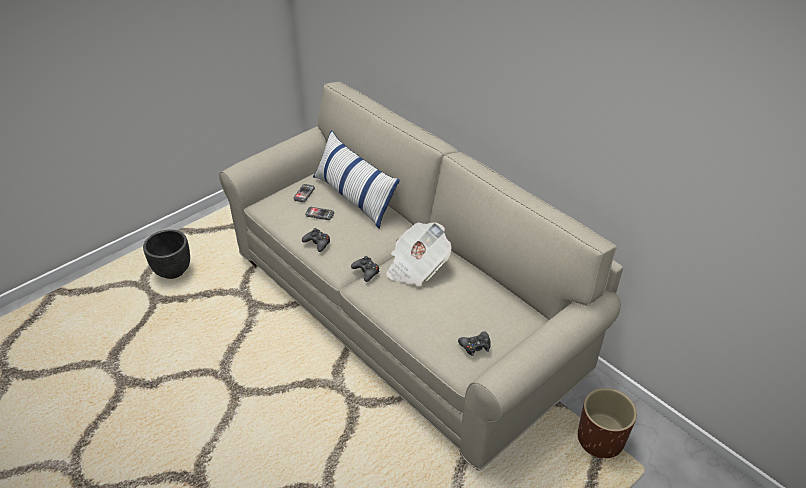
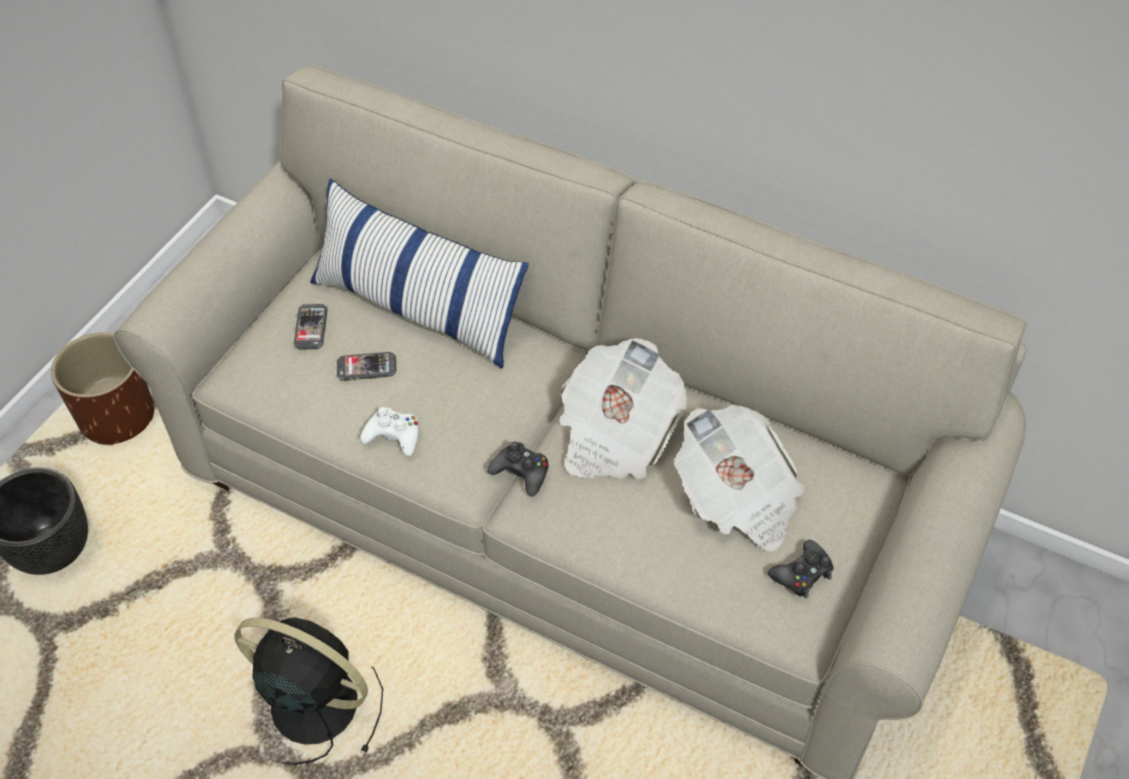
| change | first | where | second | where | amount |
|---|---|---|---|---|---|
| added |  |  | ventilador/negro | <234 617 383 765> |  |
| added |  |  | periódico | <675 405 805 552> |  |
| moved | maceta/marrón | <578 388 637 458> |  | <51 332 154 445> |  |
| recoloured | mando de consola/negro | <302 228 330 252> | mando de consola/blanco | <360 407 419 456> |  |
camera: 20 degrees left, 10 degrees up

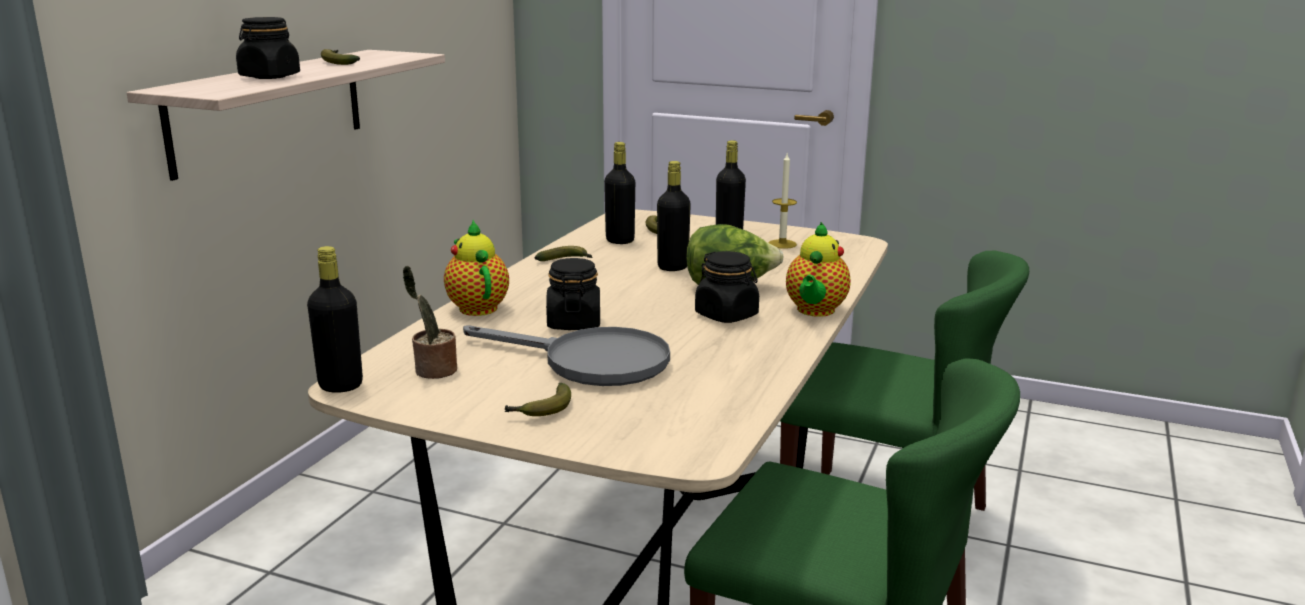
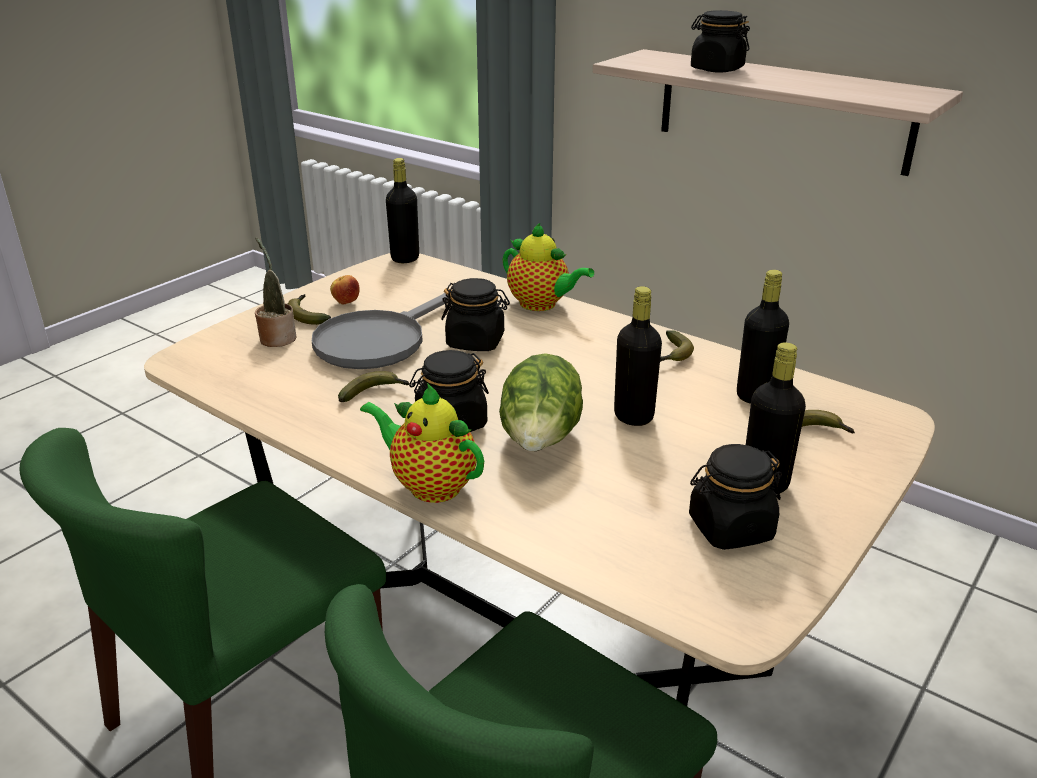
| change | first | where | second | where | amount |
|---|---|---|---|---|---|
| added |  |  | manzana | <330 275 360 304> |  |
| moved | plátano | <321 49 360 65> |  | <338 371 409 402> |  |
| moved | planta en maceta | <403 266 457 379> |  | <255 238 296 347> |  |
| replaced | vela | <768 154 797 249> | tarro/negro | <689 444 782 550> |  |
| turned | tetera | <444 220 509 316> |  | <503 223 594 311> | 45 degrees clockwise |
camera: 105 degrees right, 10 degrees up

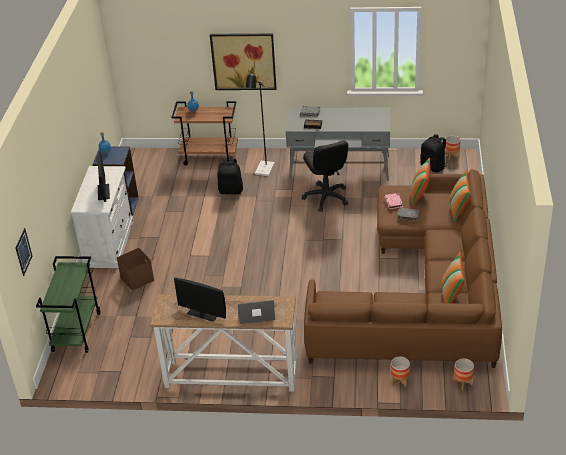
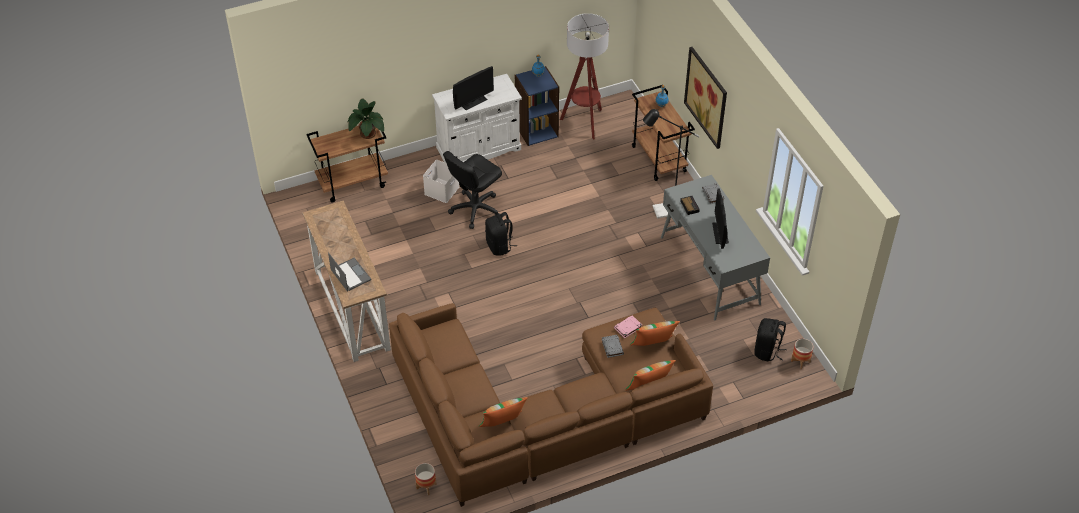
| change | first | where | second | where | amount |
|---|---|---|---|---|---|
| removed | cuadro | <15 228 32 276> |  |  |  |
| removed | maceta | <391 357 410 387> |  |  |  |
| added |  |  | planta en maceta | <347 99 384 139> |  |
| added |  |  | lámpara de pie | <560 13 609 139> |  |
| moved | monitor | <174 277 226 322> |  | <712 189 729 249> |  |
| moved | mochila/negro | <217 158 243 194> |  | <485 212 517 256> |  |
| moved | silla de oficina/negro | <302 140 348 212> |  | <443 151 502 229> |  |
| recoloured | carrito/verde | <36 256 101 353> | carrito/marrón | <306 118 388 203> |  |
| recoloured | caja de almacenaje/marrón | <117 248 154 291> | caja de almacenaje/blanco | <423 160 459 203> |  |
camera: 60 degrees right, 10 degrees up

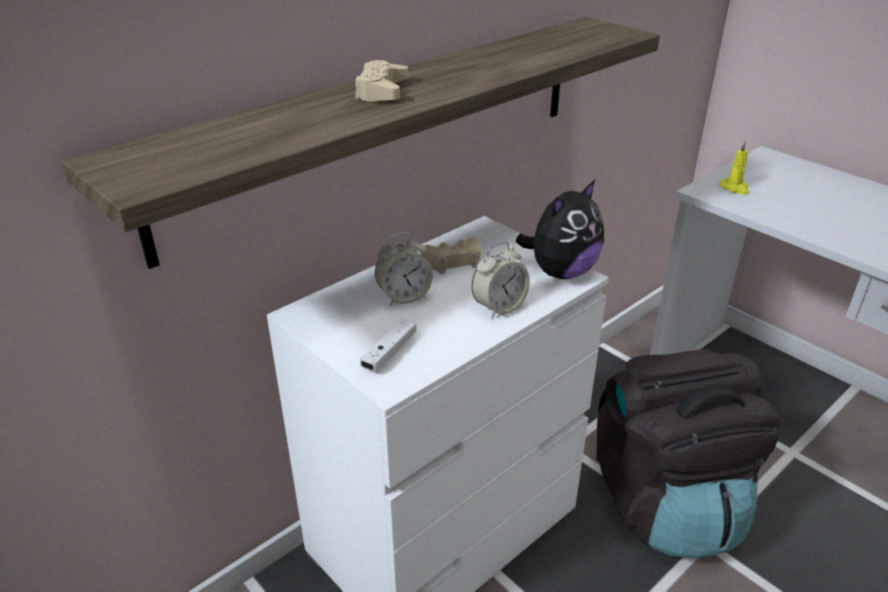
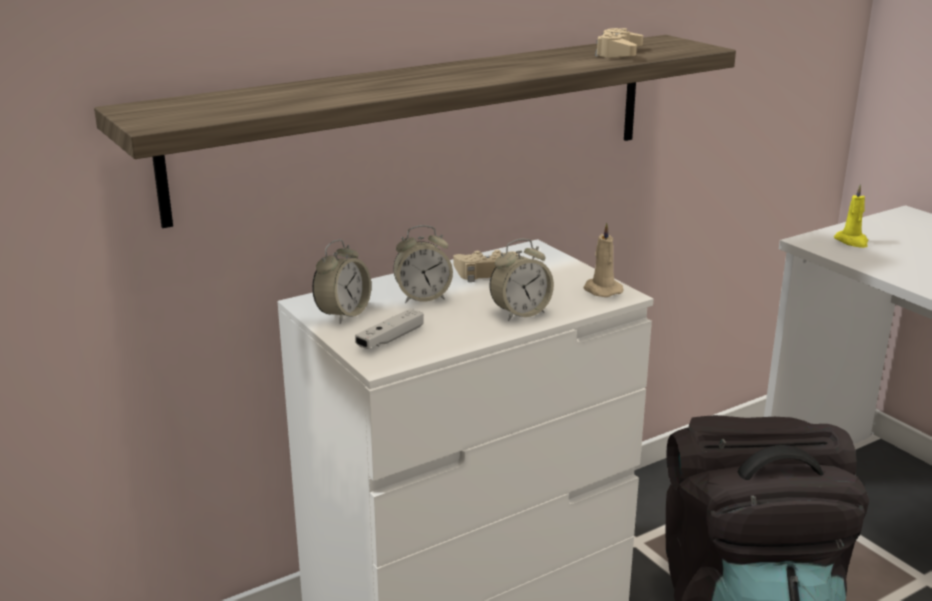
| change | first | where | second | where | amount |
|---|---|---|---|---|---|
| added |  |  | despertador | <312 240 371 324> |  |
| moved | mando de consola/beis | <355 60 408 101> |  | <595 28 643 58> |  |
| replaced | peluche | <516 180 604 279> | vela/beis | <583 223 624 297> |  |
camera: 10 degrees right, 10 degrees down

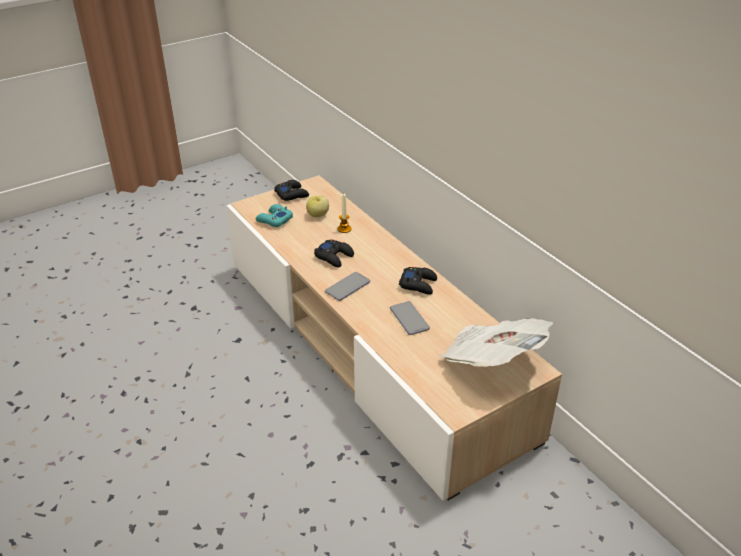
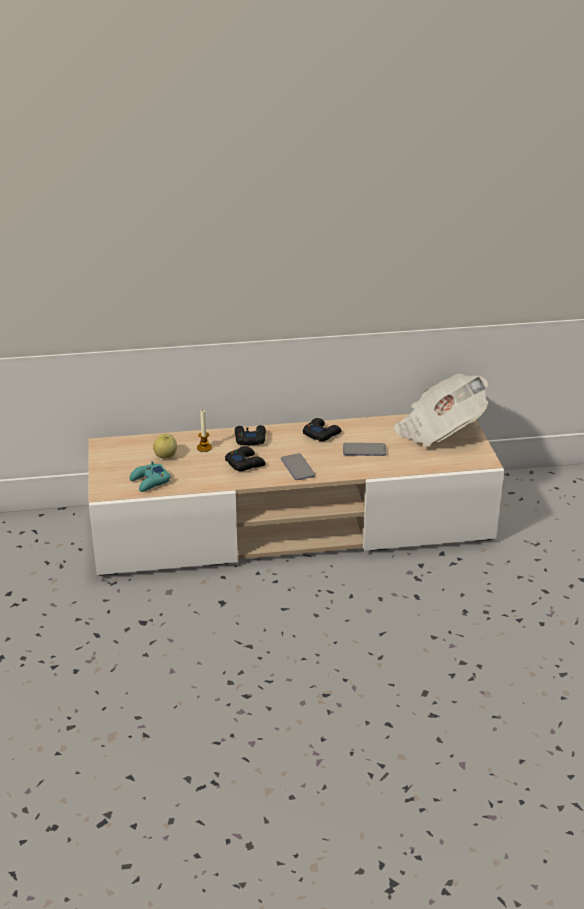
| change | first | where | second | where | amount |
|---|---|---|---|---|---|
| moved | mando de consola/negro | <274 180 309 201> |  | <235 425 266 446> |  |
camera: 65 degrees left, 5 degrees down

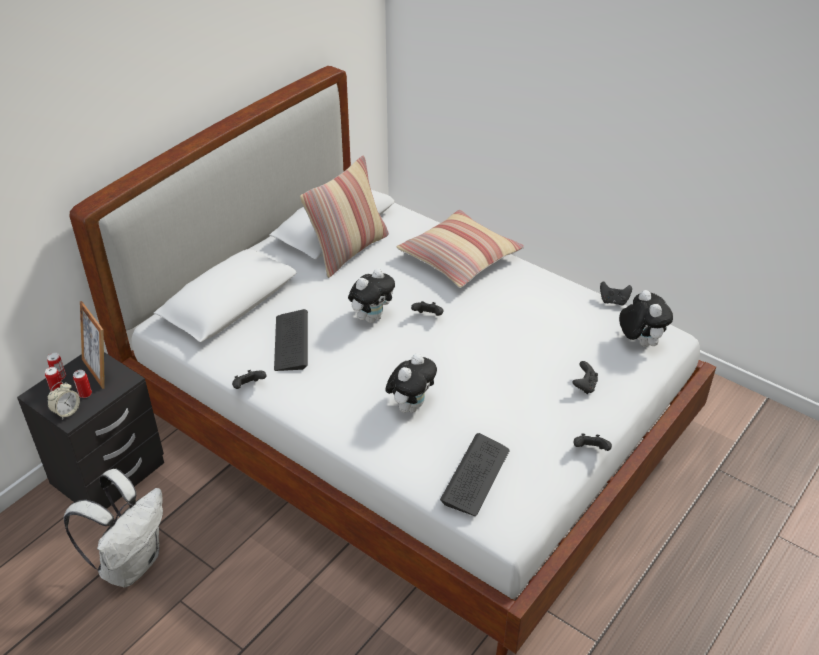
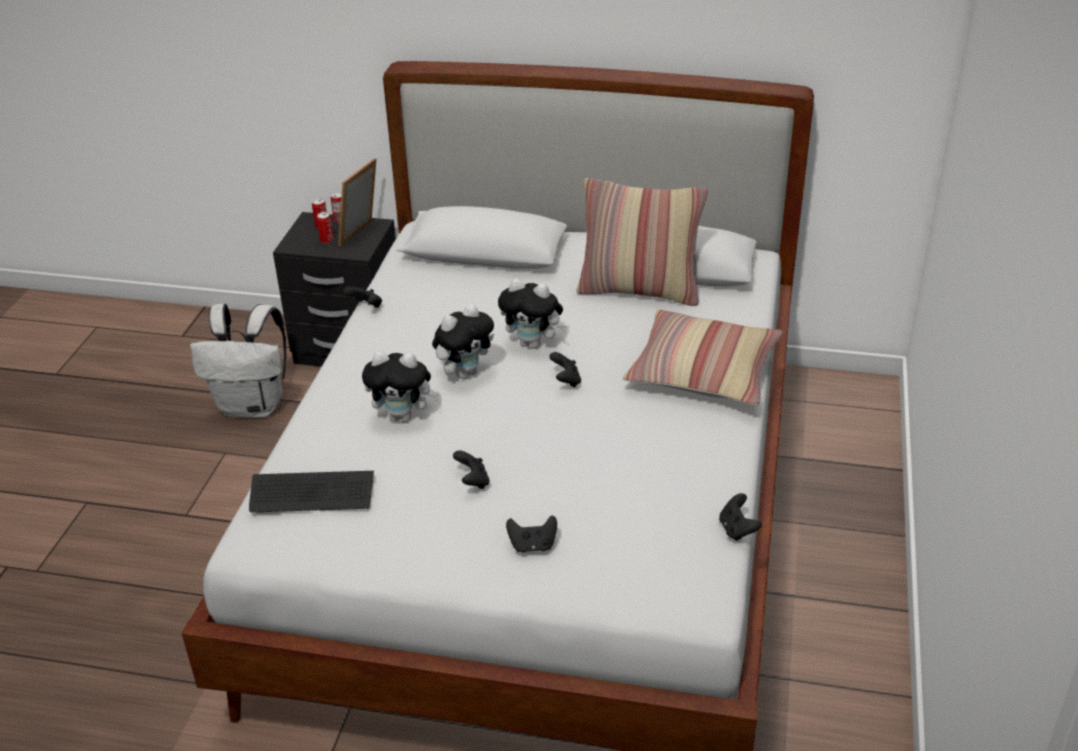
| change | first | where | second | where | amount |
|---|---|---|---|---|---|
| removed | despertador | <47 381 80 420> |  |  |  |
| removed | teclado | <274 309 308 371> |  |  |  |
| moved | mando de consola/negro | <574 434 612 451> |  | <453 450 490 489> |  |
| moved | peluche | <619 290 673 347> |  | <432 304 494 379> |  |
camera: 65 degrees right, 5 degrees down

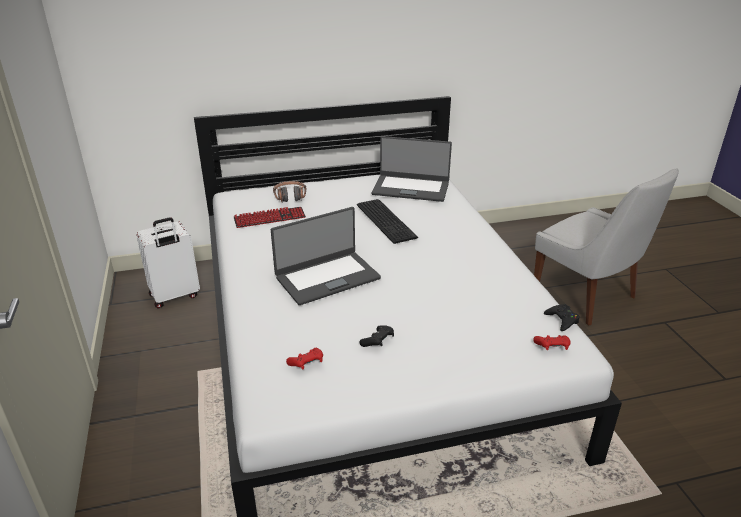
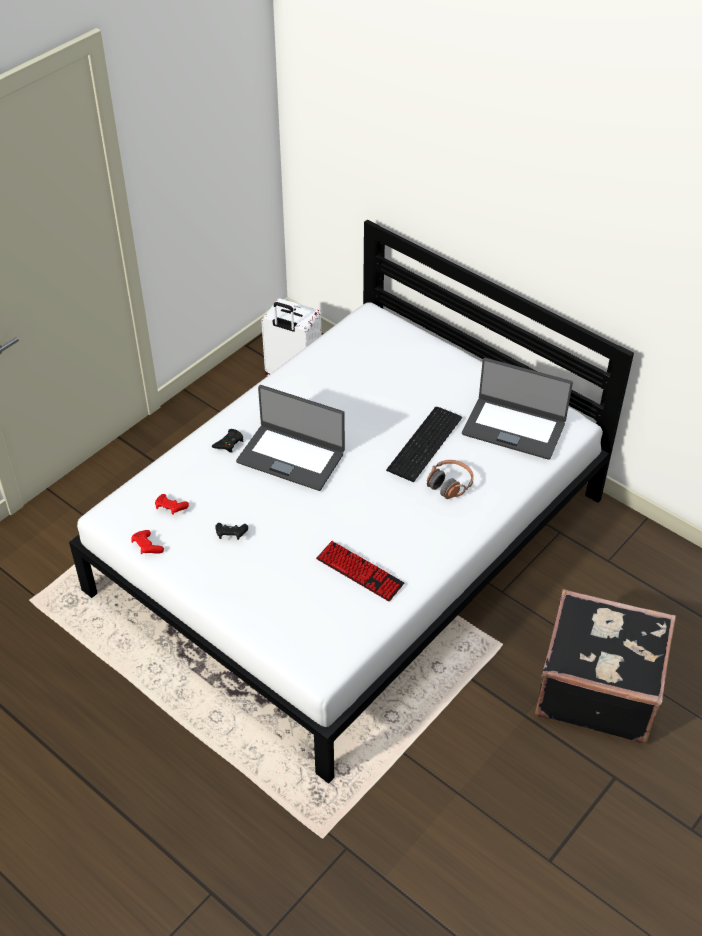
| change | first | where | second | where | amount |
|---|---|---|---|---|---|
| moved | teclado | <234 207 306 228> |  | <316 541 404 601> |  |
| moved | auriculares | <273 181 307 203> |  | <427 460 474 499> |  |
| moved | mando de consola/rojo | <533 335 571 350> |  | <131 530 164 554> |  |
| moved | mando de consola/negro | <544 304 580 331> |  | <212 429 244 453> |  |
| replaced | silla/blanco | <534 168 679 326> | maleta/negro | <535 589 676 743> |  |
| turned | portátil | <372 136 452 202> |  | <462 358 573 460> | 45 degrees counterclockwise |
camera: 55 degrees right, 15 degrees up

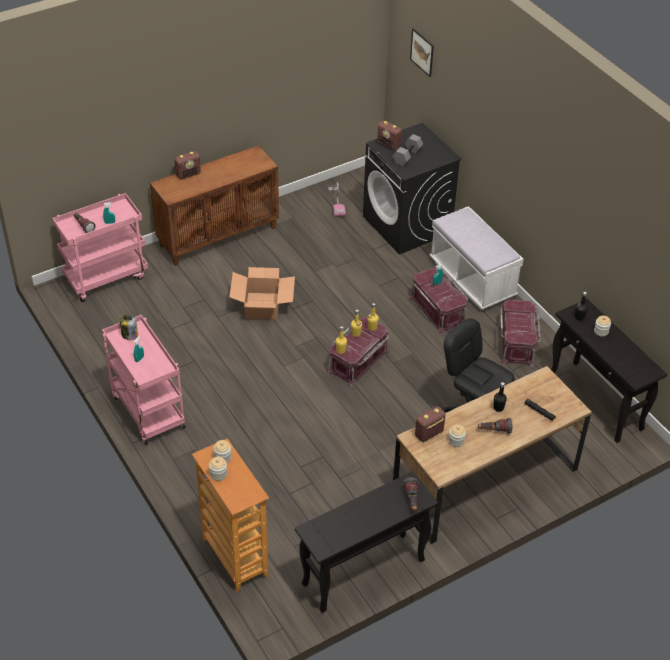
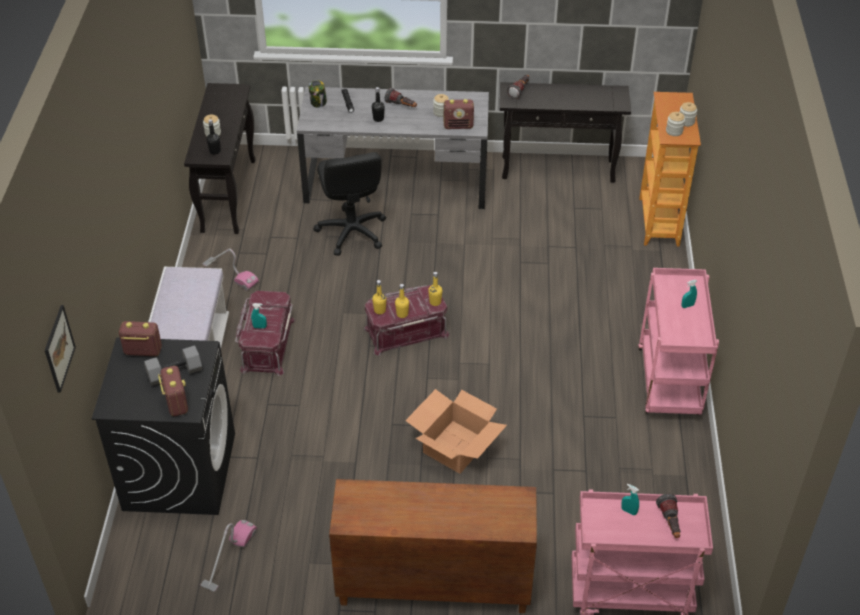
| change | first | where | second | where | amount |
|---|---|---|---|---|---|
| moved | tarro | <120 315 138 340> |  | <309 80 327 108> |  |
| moved | radio | <174 151 201 180> |  | <119 321 162 356> |  |
| replaced | caja de almacenaje/rojo | <499 300 541 367> | aspiradora | <202 249 259 291> |  |
| recoloured | escritorio/marrón | <393 366 592 544> | escritorio/gris | <297 87 489 209> |  |
camera: 145 degrees left, 0 degrees up

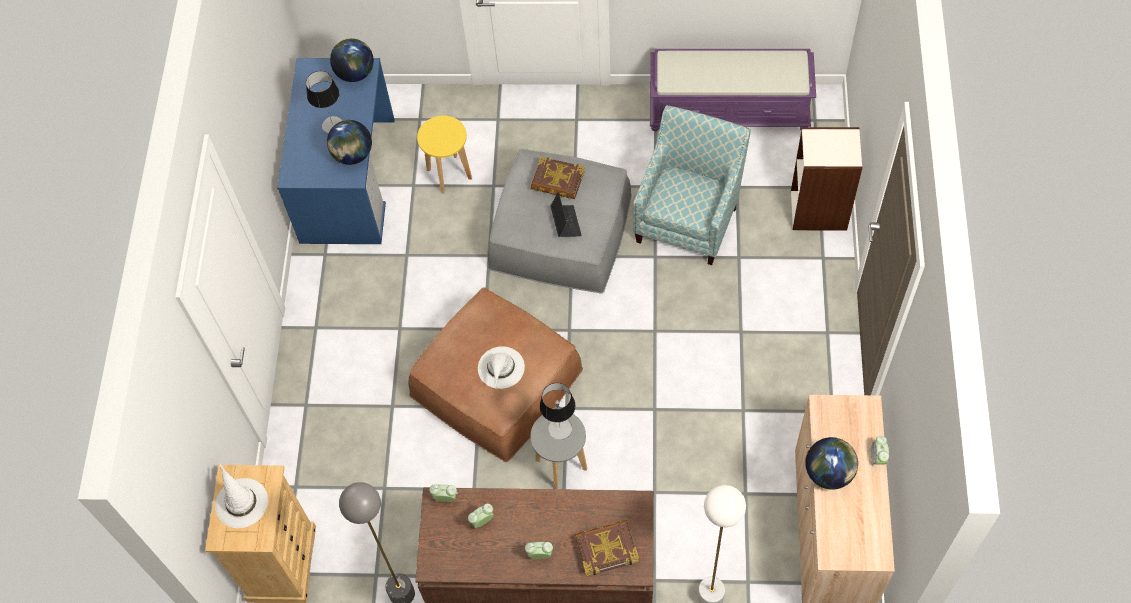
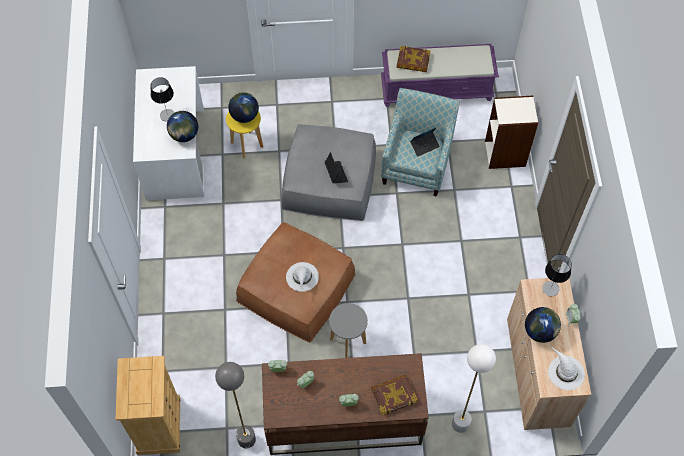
| change | first | where | second | where | amount |
|---|---|---|---|---|---|
| added |  |  | portátil | <410 127 440 157> |  |
| moved | sombrero/blanco | <215 463 268 528> |  | <548 346 585 390> |  |
| moved | globo terráqueo | <330 38 374 82> |  | <228 92 259 123> |  |
| moved | libro | <531 157 585 199> |  | <397 46 431 72> |  |
| moved | lámpara de mesa | <540 383 575 440> |  | <542 254 572 296> |  |
| recoloured | escritorio/azul | <277 58 395 244> | escritorio/blanco | <133 66 204 200> |  |
camera: 10 degrees left, 0 degrees up

